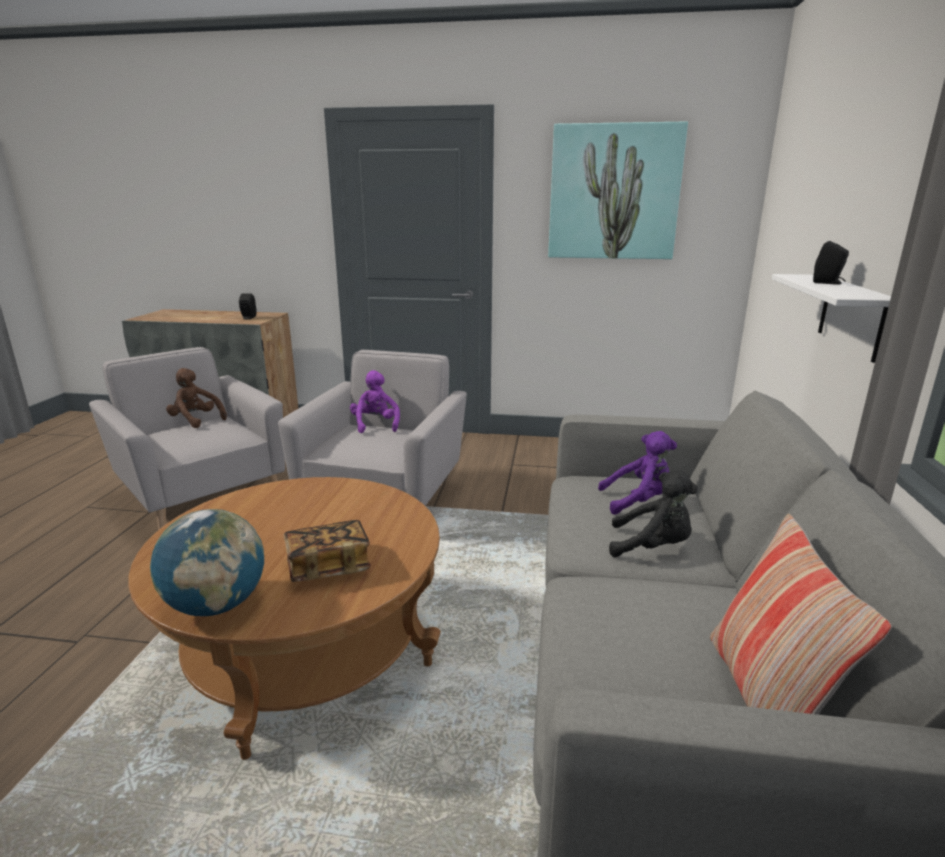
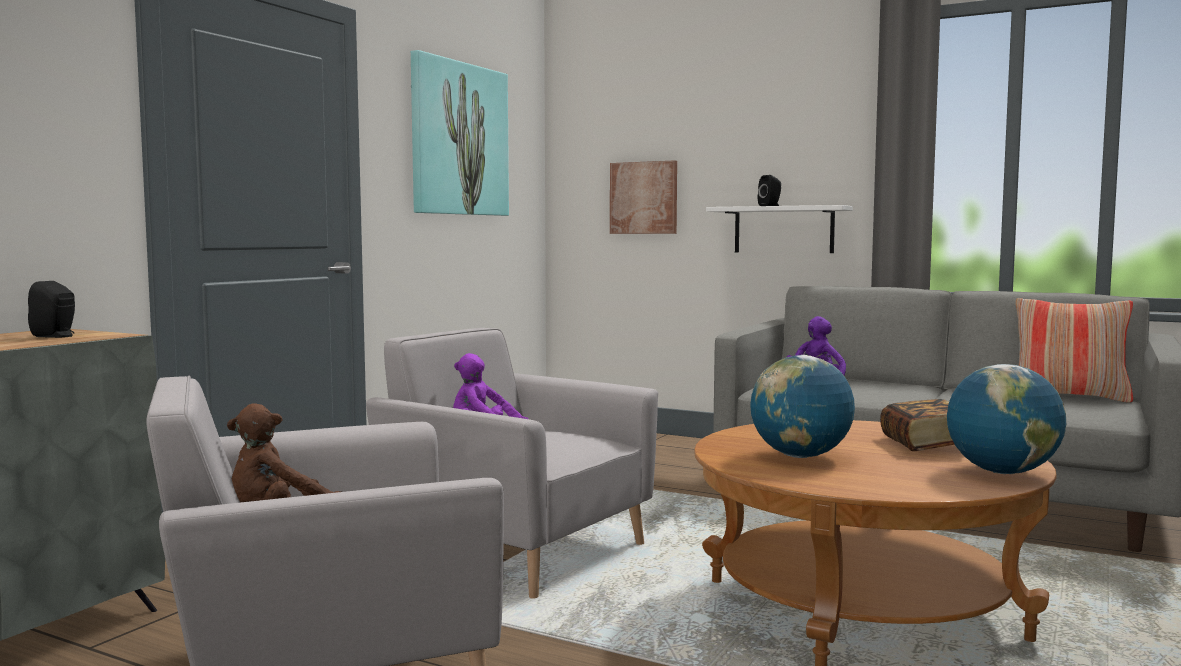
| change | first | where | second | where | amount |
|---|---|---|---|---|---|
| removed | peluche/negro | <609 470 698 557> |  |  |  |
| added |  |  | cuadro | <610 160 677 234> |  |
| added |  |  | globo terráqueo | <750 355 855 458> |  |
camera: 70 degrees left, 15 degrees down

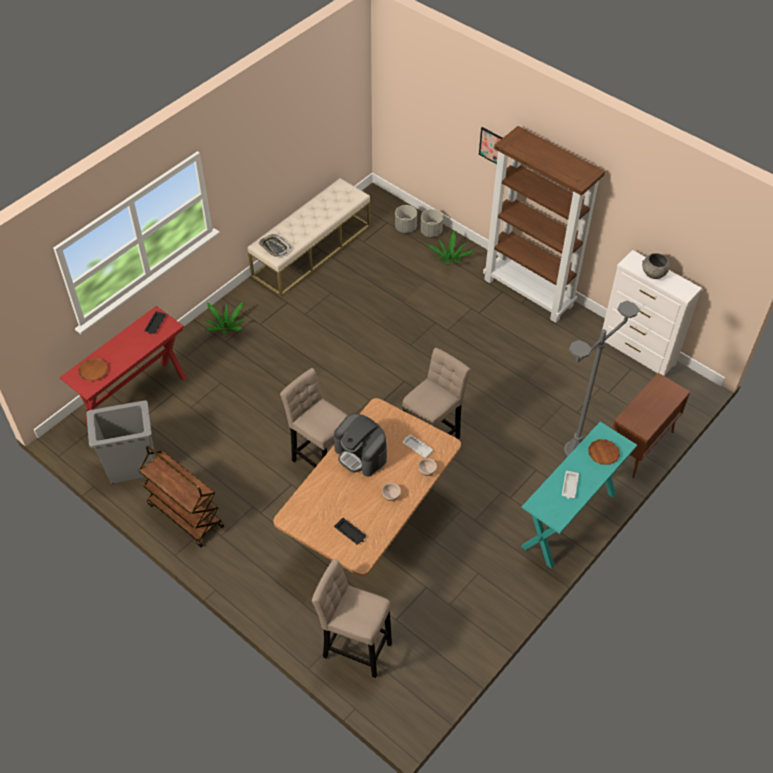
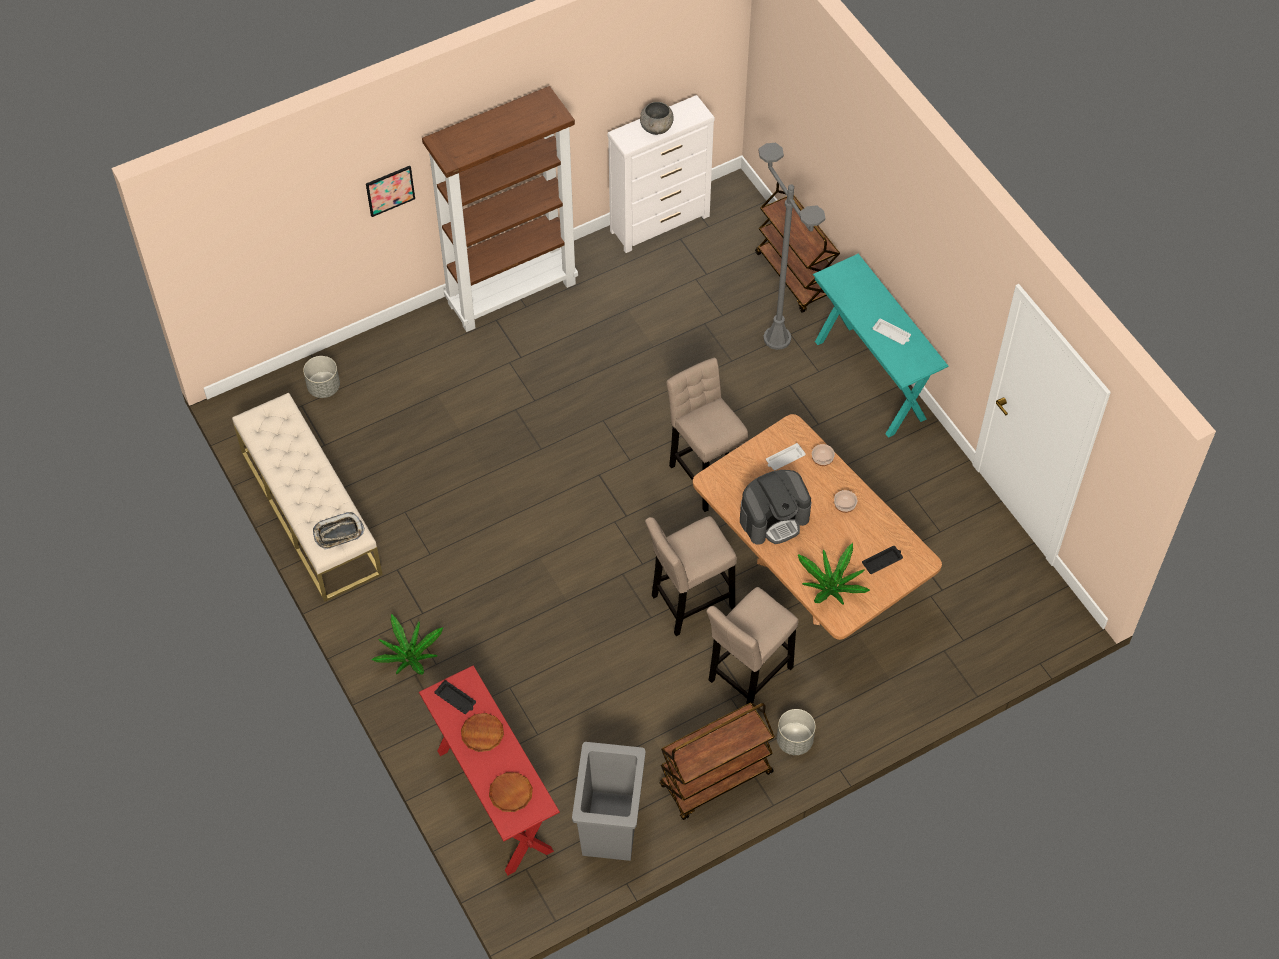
| change | first | where | second | where | amount |
|---|---|---|---|---|---|
| moved | taburete/beis | <312 559 392 678> |  | <707 587 798 704> |  |
| moved | maceta/gris | <420 209 443 237> |  | <777 709 816 755> |  |
| moved | planta en maceta | <427 231 475 265> |  | <798 543 870 604> |  |
| moved | plato/marrón | <588 439 620 465> |  | <461 713 504 752> |  |
| replaced | armario/marrón | <612 373 690 478> | carrito/marrón | <755 182 840 313> |  |
camera: 70 degrees left, 5 degrees up

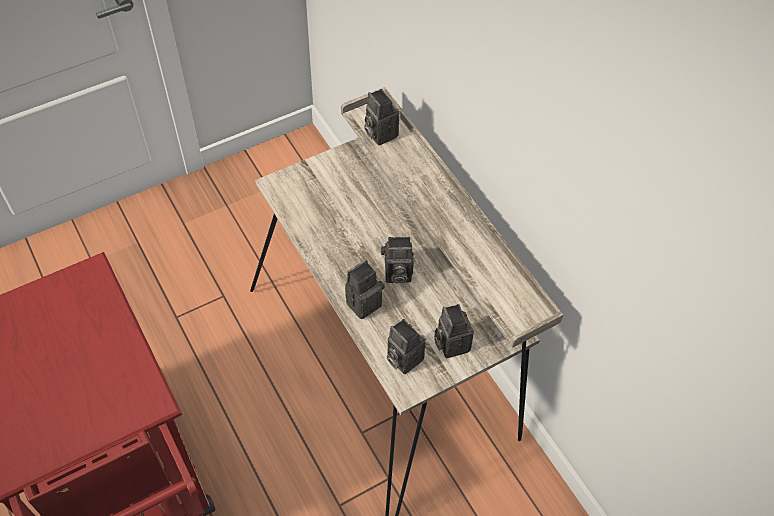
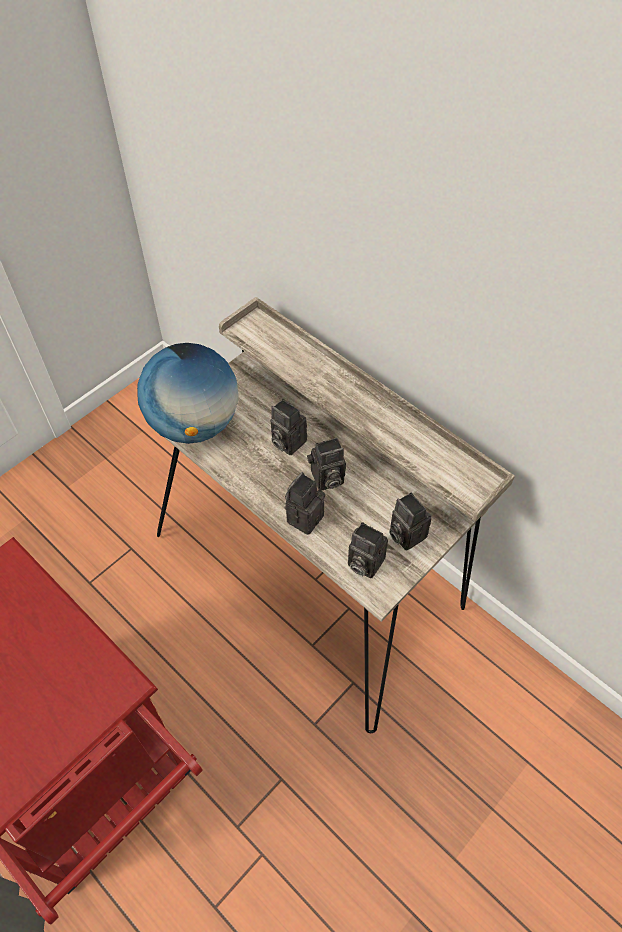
| change | first | where | second | where | amount |
|---|---|---|---|---|---|
| added |  |  | globo terráqueo | <137 343 238 444> |  |
| moved | cámara | <364 89 399 145> |  | <271 399 307 455> |  |
camera: 15 degrees left, 0 degrees up

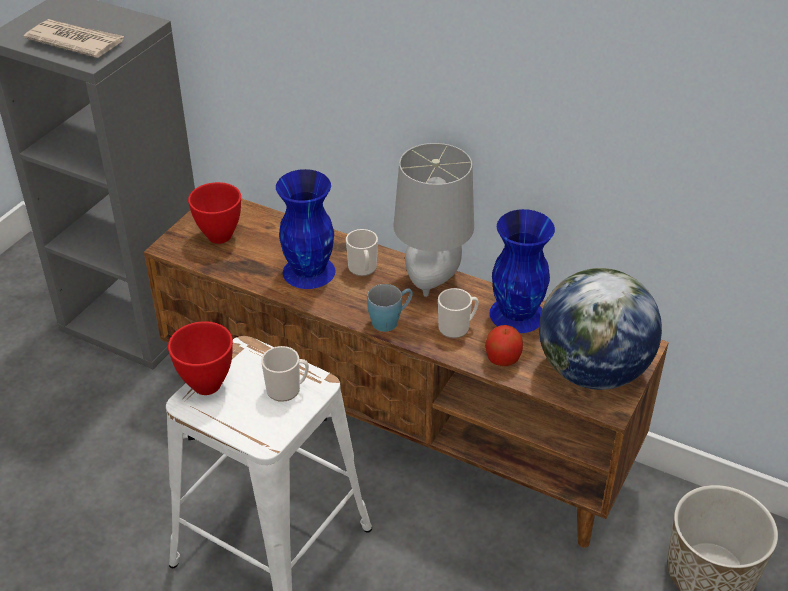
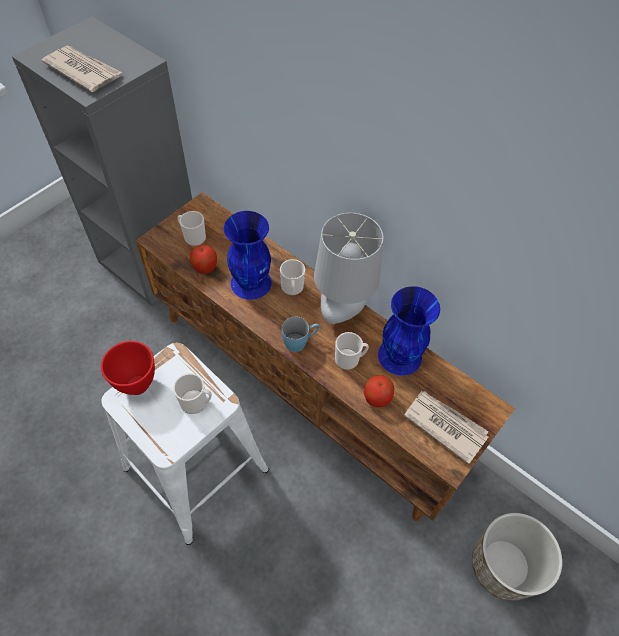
| change | first | where | second | where | amount |
|---|---|---|---|---|---|
| added |  |  | manzana | <190 245 217 274> |  |
| replaced | cuenco/rojo | <188 182 241 244> | taza grande | <178 211 206 246> |  |
| replaced | globo terráqueo | <539 268 662 390> | periódico | <404 391 488 464> |  |
camera: 10 degrees right, 15 degrees up

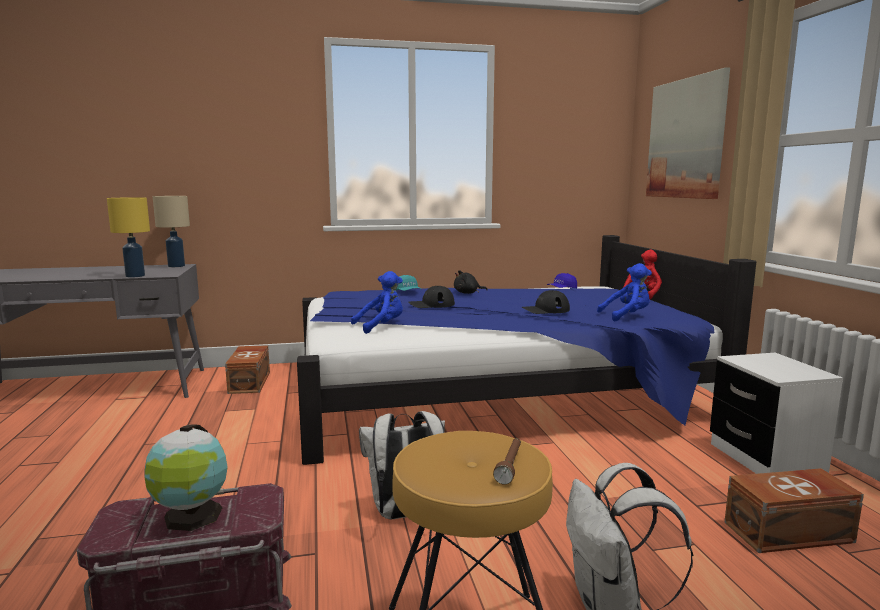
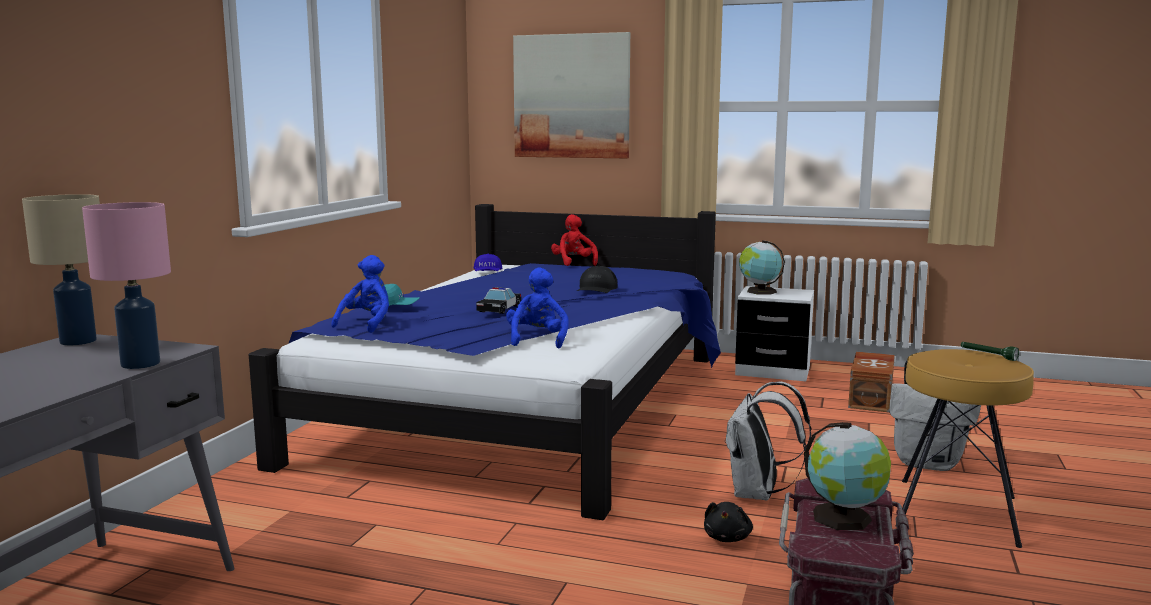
| change | first | where | second | where | amount |
|---|---|---|---|---|---|
| removed | caja de almacenaje/marrón | <225 345 270 394> |  |  |  |
| added |  |  | globo terráqueo | <739 240 785 295> |  |
| moved | peluche/negro | <454 270 488 294> |  | <704 502 753 542> |  |
| moved | peluche/azul | <597 263 652 322> |  | <331 255 389 333> |  |
| replaced | gorra/negro | <408 286 455 308> | coche de juguete | <476 287 521 314> |  |
| recoloured | lámpara de mesa/amarillo | <107 197 150 278> | lámpara de mesa/rosa | <82 202 171 369> |  |
| recoloured | linterna/marrón | <493 438 521 484> | linterna/verde | <961 342 1019 361> |  |
camera: 60 degrees left, 0 degrees up

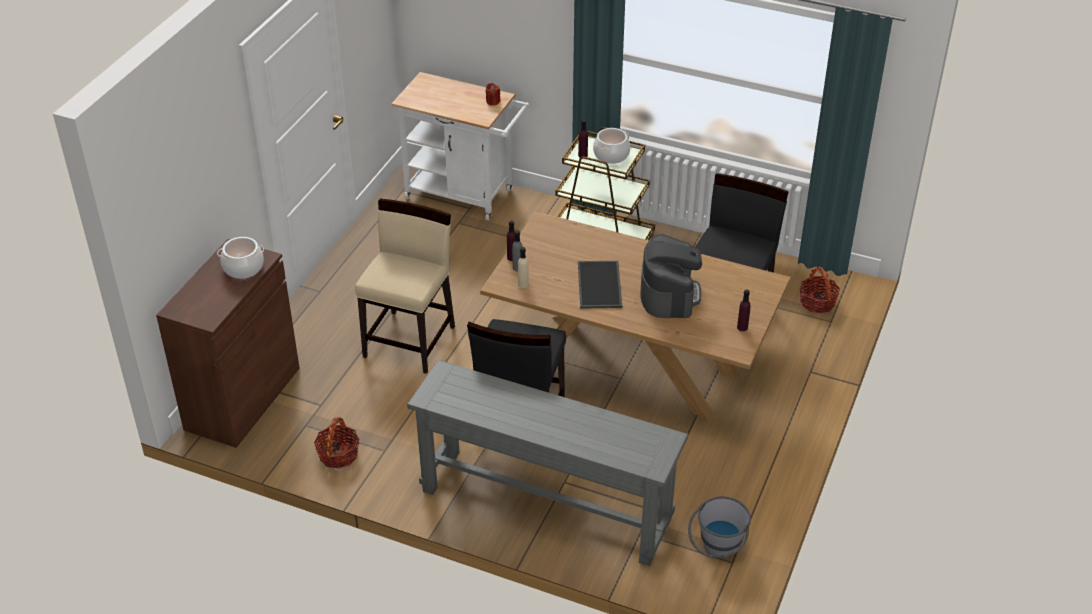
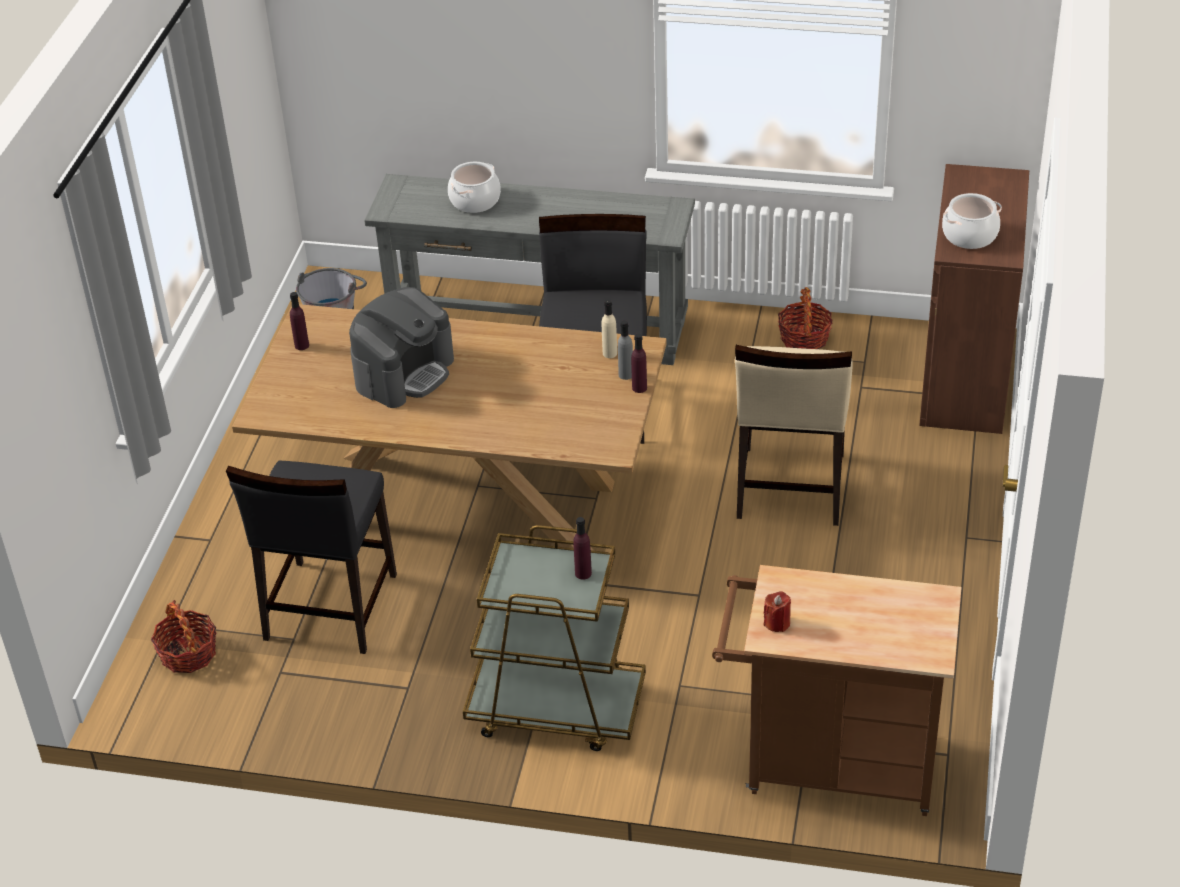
| change | first | where | second | where | amount |
|---|---|---|---|---|---|
| removed | bandeja | <578 261 622 309> |  |  |  |
| moved | olla | <593 128 630 164> |  | <448 162 501 213> |  |
| recoloured | carrito/blanco | <391 72 530 220> | carrito/marrón | <712 565 962 816> |  |
| turned | cafetera | <641 234 702 319> |  | <349 287 454 408> | 135 degrees counterclockwise |
camera: 170 degrees right, 0 degrees up

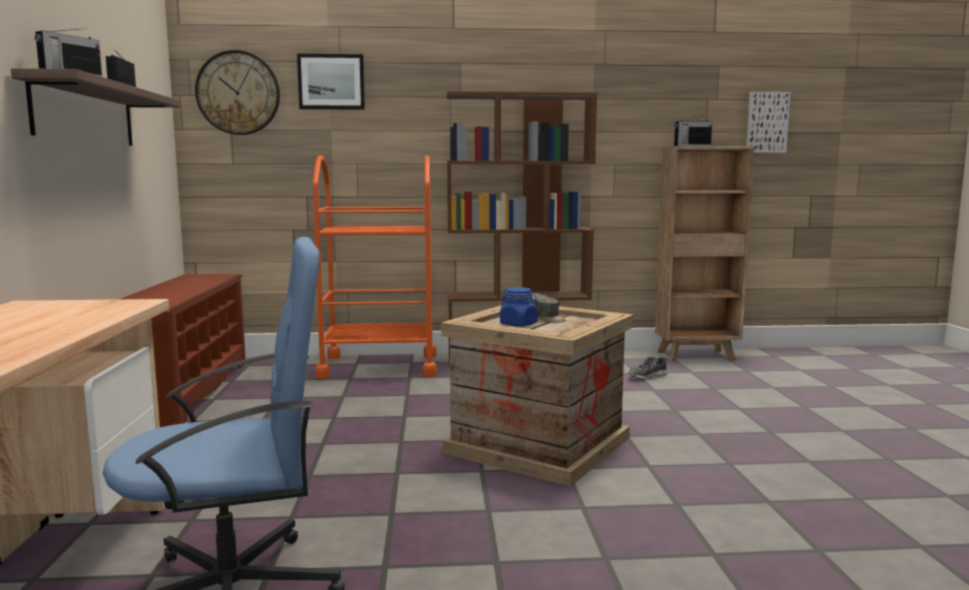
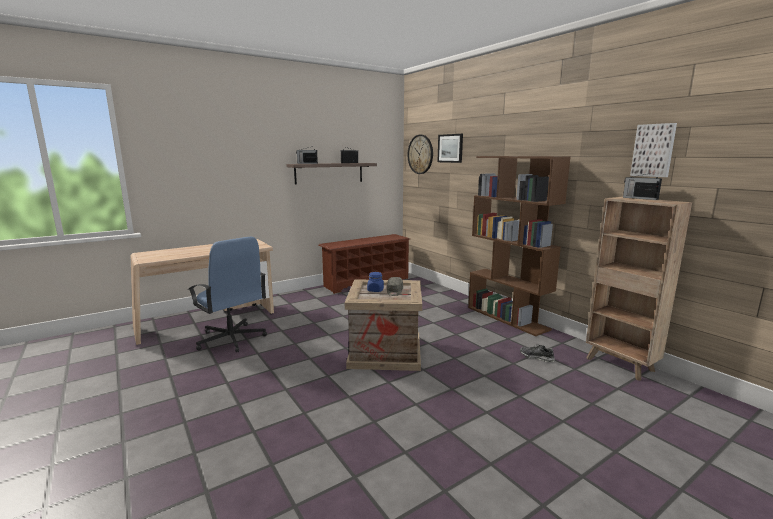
| change | first | where | second | where | amount |
|---|---|---|---|---|---|
| removed | carrito/naranja | <313 155 437 379> |  |  |  |
| moved | cuadro | <746 92 790 153> |  | <630 123 677 177> |  |
camera: 60 degrees right, 5 degrees up

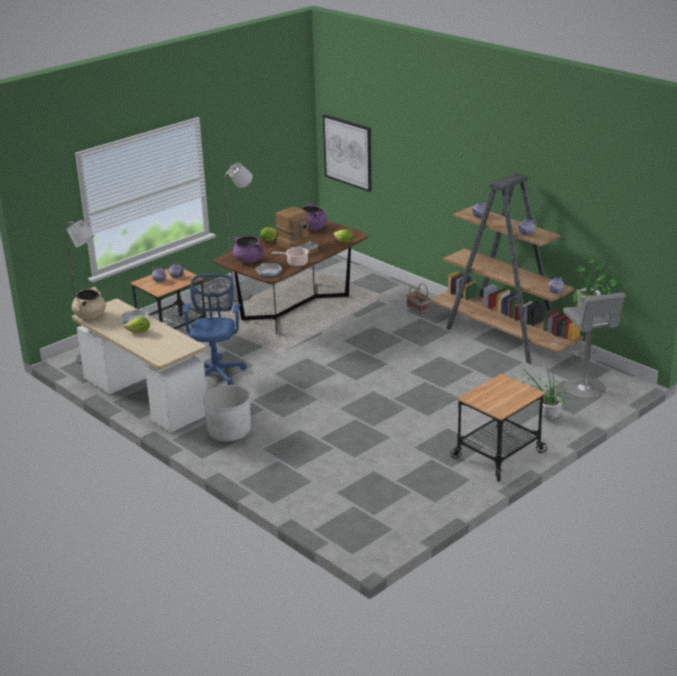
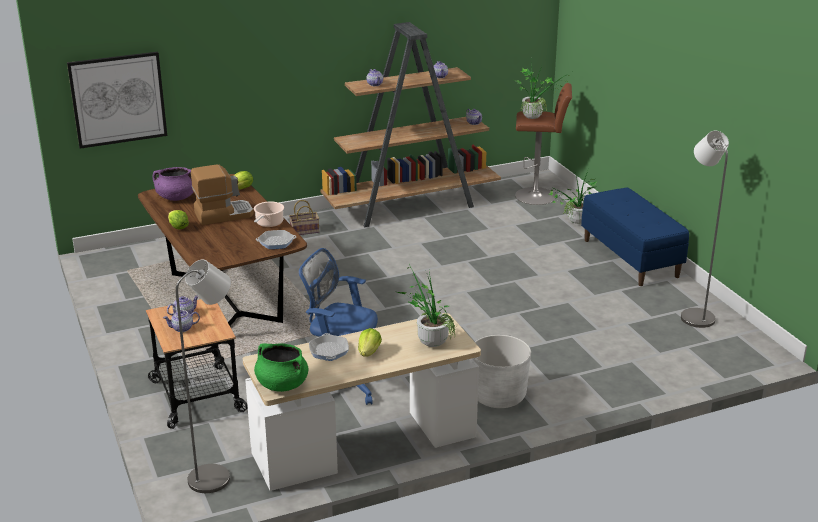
| change | first | where | second | where | amount |
|---|---|---|---|---|---|
| removed | olla/morado | <233 236 264 263> |  |  |  |
| added |  |  | planta en maceta | <397 264 456 347> |  |
| moved | lámpara de pie/gris | <224 163 253 302> |  | <681 131 729 328> |  |
| replaced | carrito | <450 373 547 481> | banco/azul | <581 187 689 286> |  |
| recoloured | olla/beis | <72 287 106 319> | olla/verde | <254 344 309 392> |  |
| recoloured | taburete/gris | <563 293 626 398> | taburete/marrón | <515 83 572 205> |  |
camera: 70 degrees left, 0 degrees up

